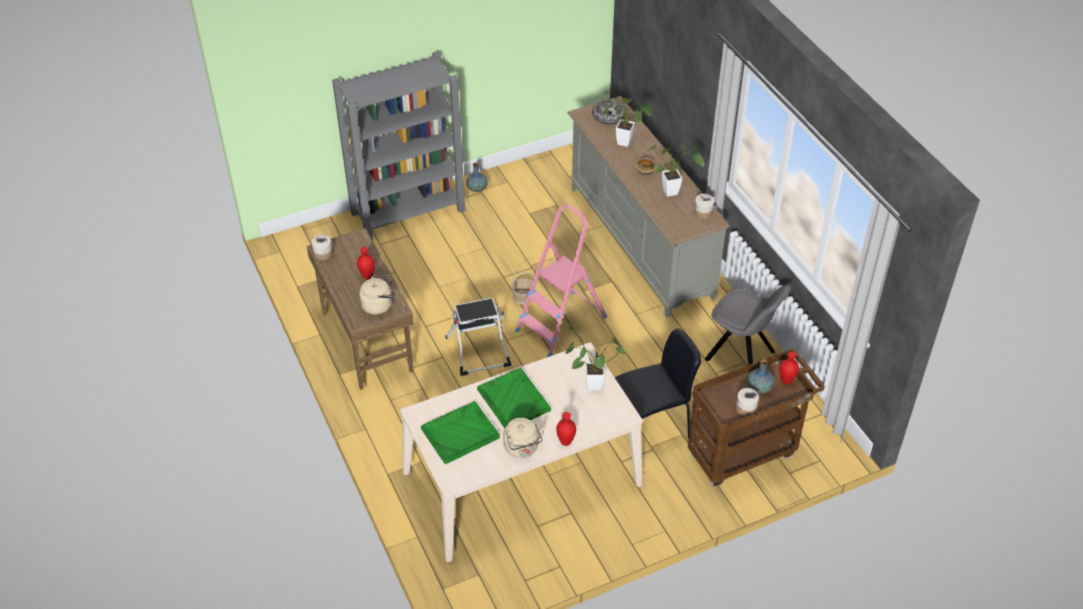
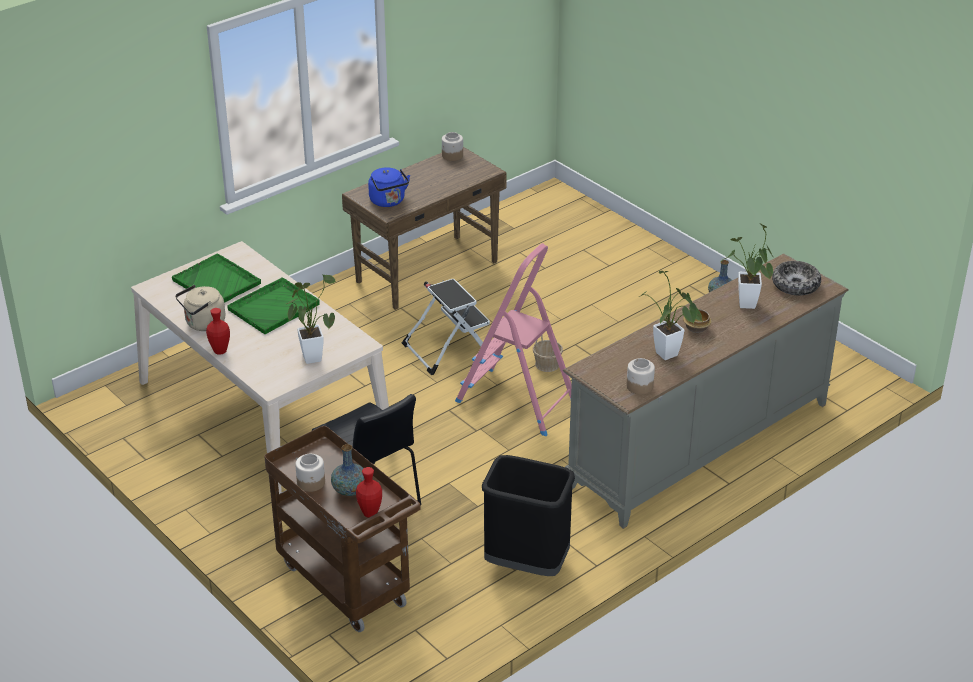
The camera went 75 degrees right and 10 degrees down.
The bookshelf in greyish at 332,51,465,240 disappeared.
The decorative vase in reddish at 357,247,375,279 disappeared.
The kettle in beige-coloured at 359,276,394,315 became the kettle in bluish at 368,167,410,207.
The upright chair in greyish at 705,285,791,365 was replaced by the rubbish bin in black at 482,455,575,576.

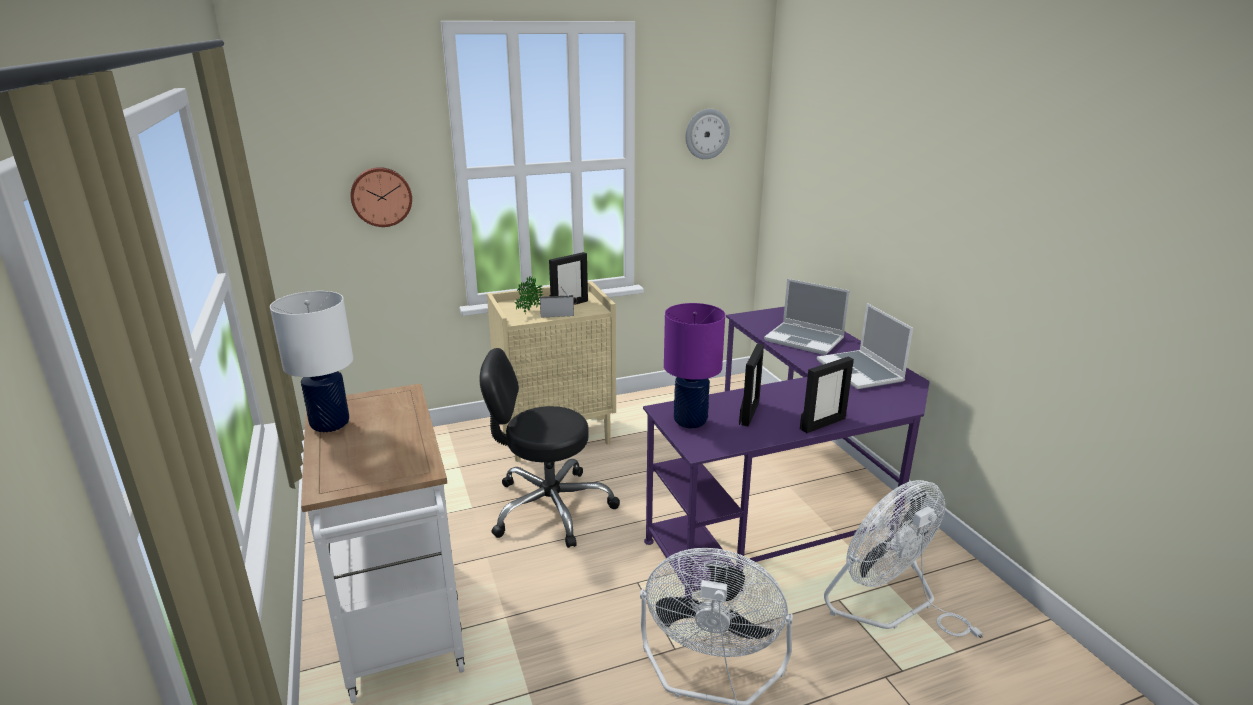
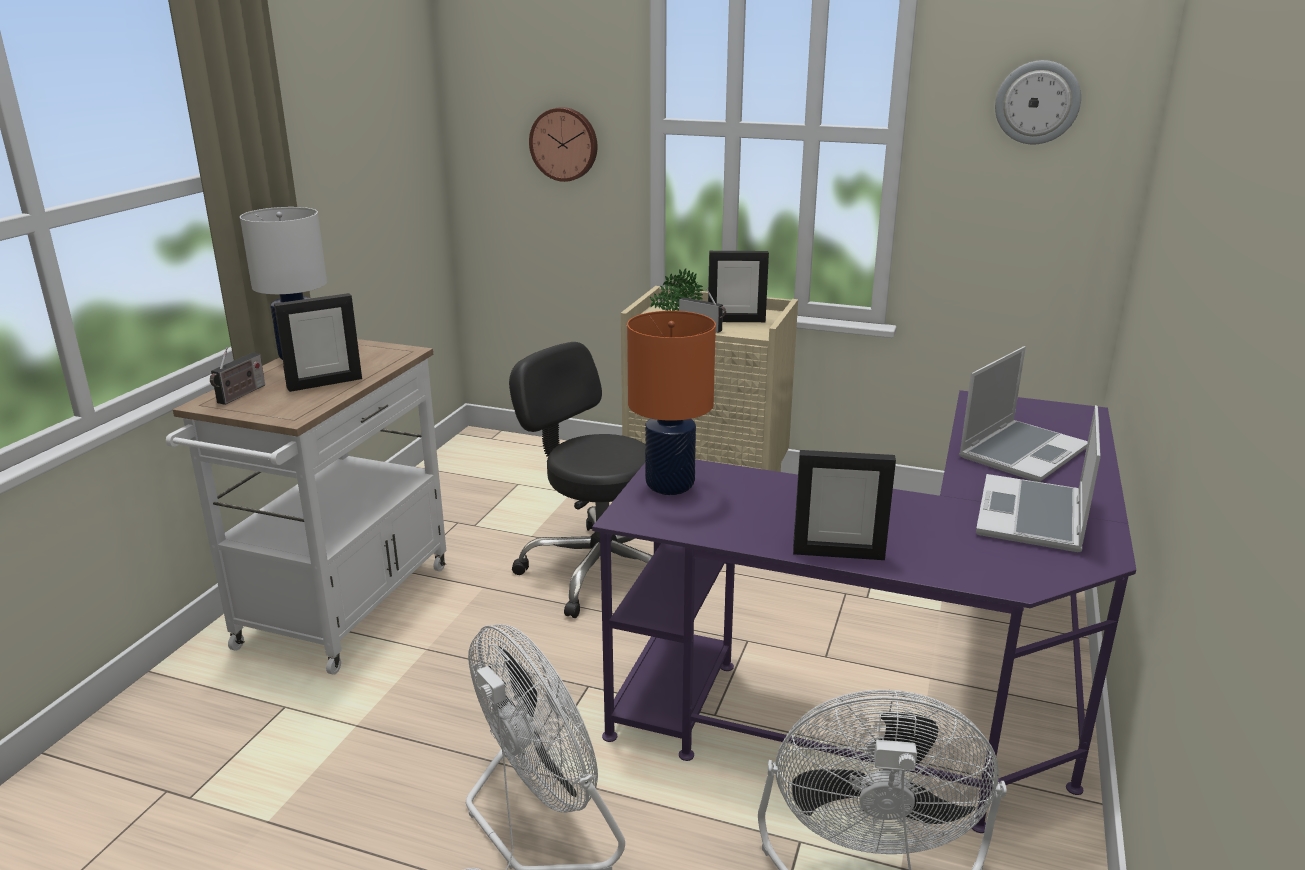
The camera went 40 degrees right and 0 degrees up.
The table lamp in purple-coloured at 664,303,725,428 became the table lamp in orange-coloured at 627,311,716,495.
The standing frame moved from 739,344,764,427 to 274,293,362,392.
The portable computer at 764,279,850,355 turned 120 degrees counterclockwise.
The radio at 210,347,265,405 appeared.

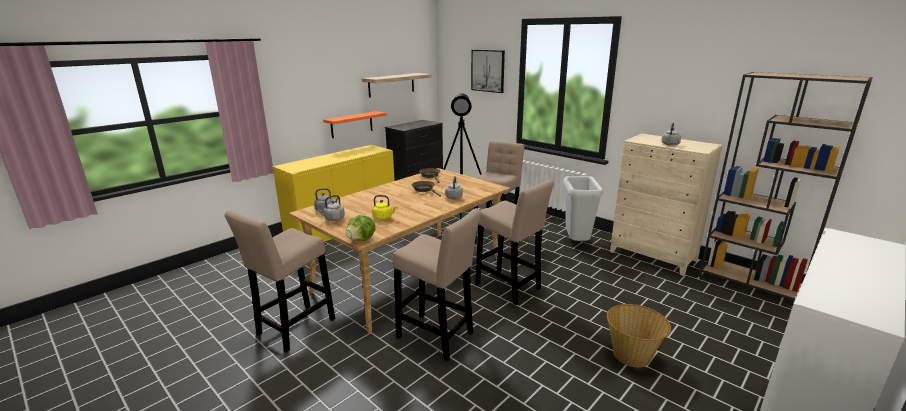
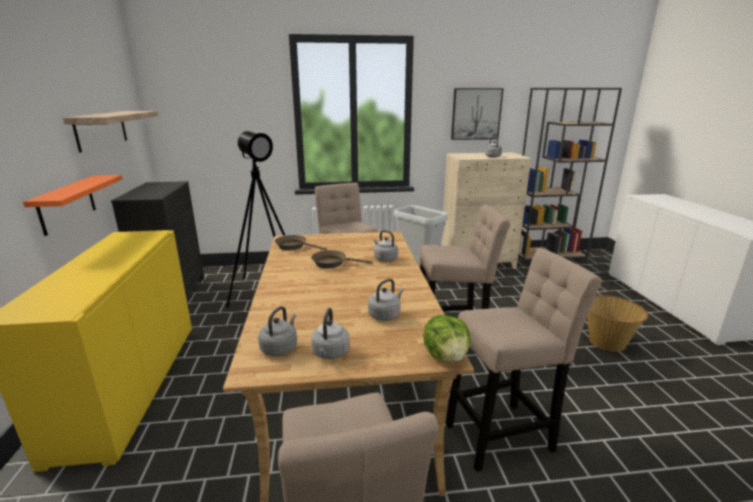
The camera went 50 degrees left and 0 degrees up.
The kettle in yellowish at 372,195,397,220 became the kettle in greyish at 368,279,404,321.
The picture moved from 471,50,505,93 to 451,88,504,140.

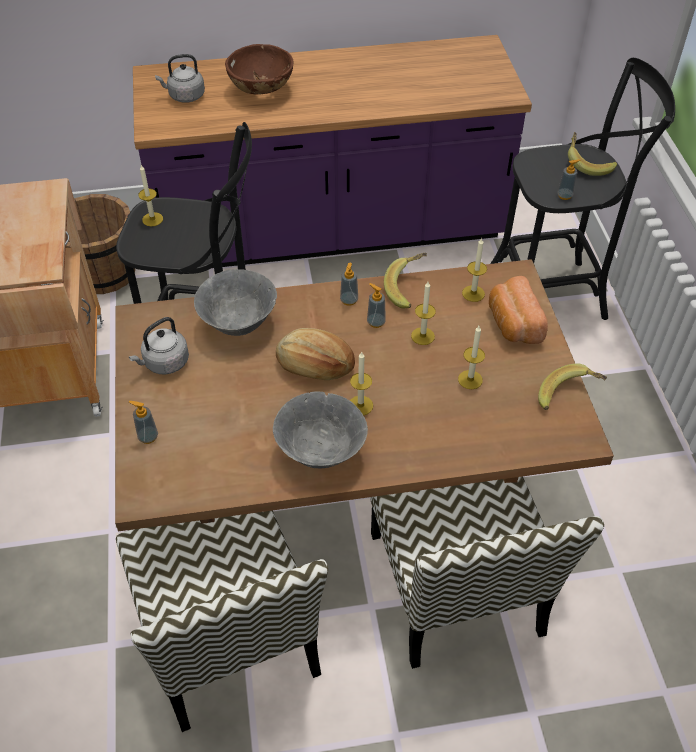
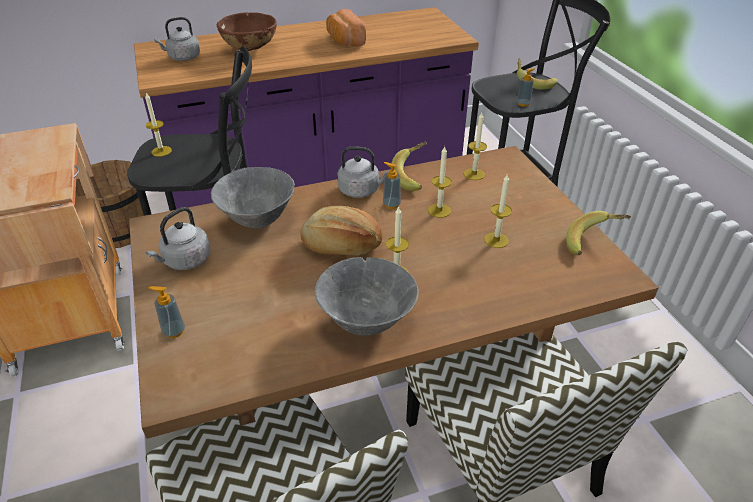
The camera went 10 degrees left and 10 degrees down.
The soap dispenser at 340,263,358,306 was replaced by the kettle in greyish at 338,146,391,198.
The bread moved from 489,276,548,344 to 326,9,366,47.

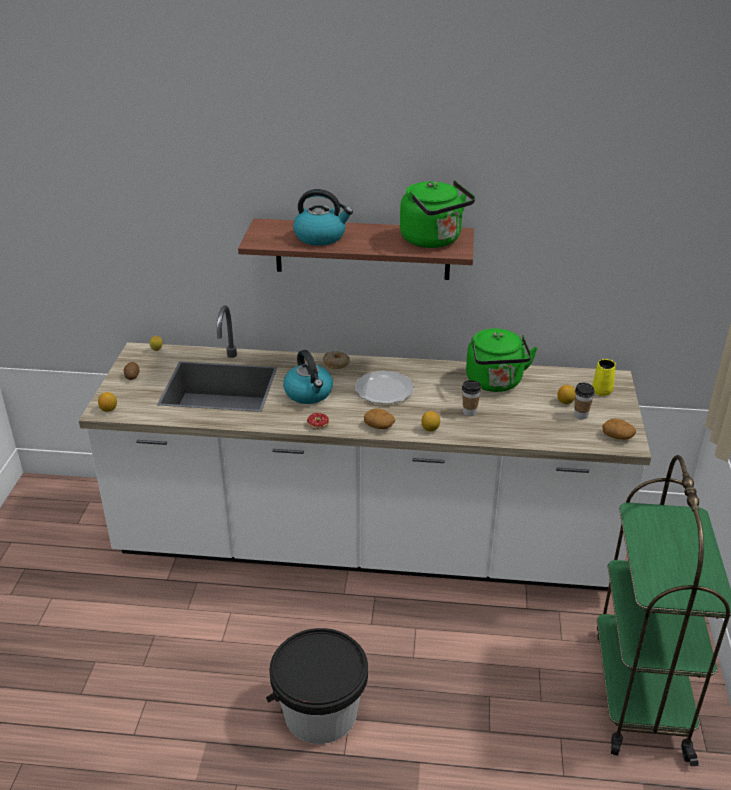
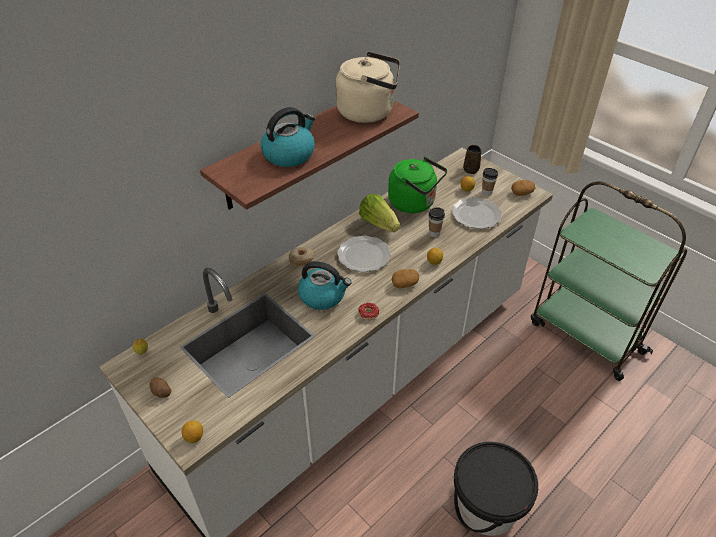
The camera went 50 degrees left and 10 degrees up.
The kettle in green at 400,180,475,248 became the kettle in beige-coloured at 335,51,400,123.
The coffee mug in yellowish at 592,359,616,396 became the coffee mug in brown-coloured at 463,145,481,174.
The lettuce head at 359,194,400,232 appeared.
The flat dish at 452,197,502,229 appeared.

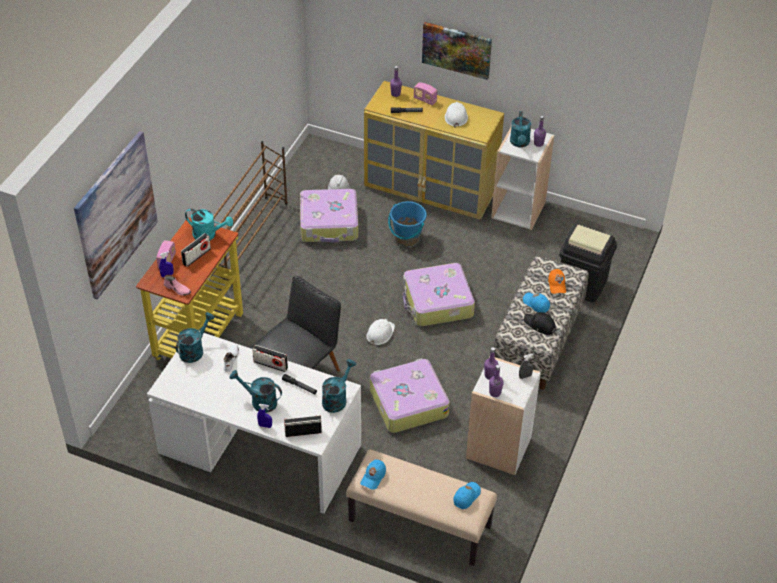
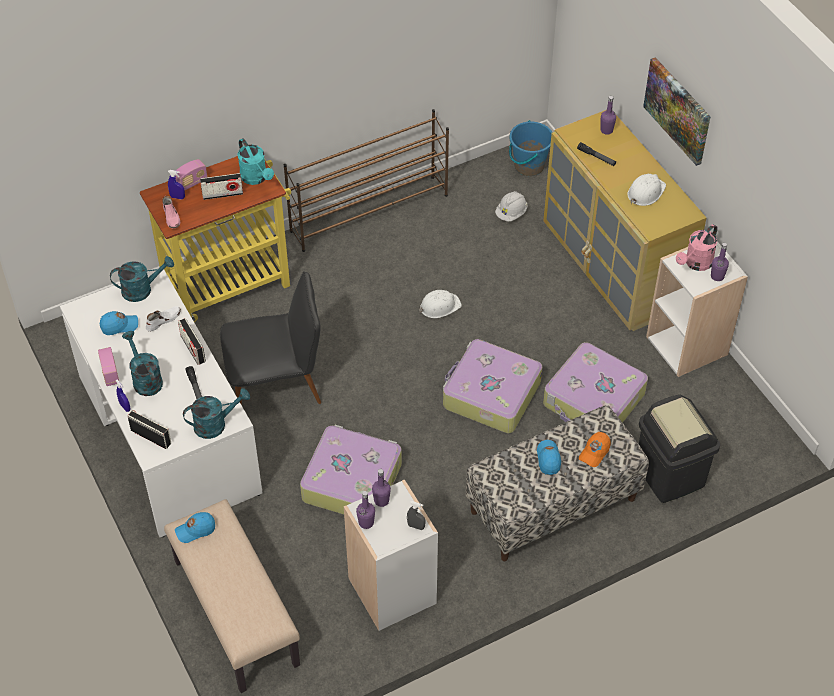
The camera went 40 degrees right and 5 degrees up.
The picture at 74,131,158,299 disappeared.
The suitcase moved from 300,189,358,243 to 543,342,648,423.
The hard hat in white-coloured moved from 366,319,395,345 to 419,290,462,318.
The bucket in bluish moved from 388,201,427,246 to 509,120,552,176.
The radio moved from 414,82,437,105 to 98,347,119,386.
The peaked cap in bluish moved from 453,482,481,509 to 100,311,138,335.
The sprinkling can in turquoise at 510,111,531,147 became the sprinkling can in pink at 676,224,717,271.
The peaked cap in black at 524,312,556,335 disappeared.

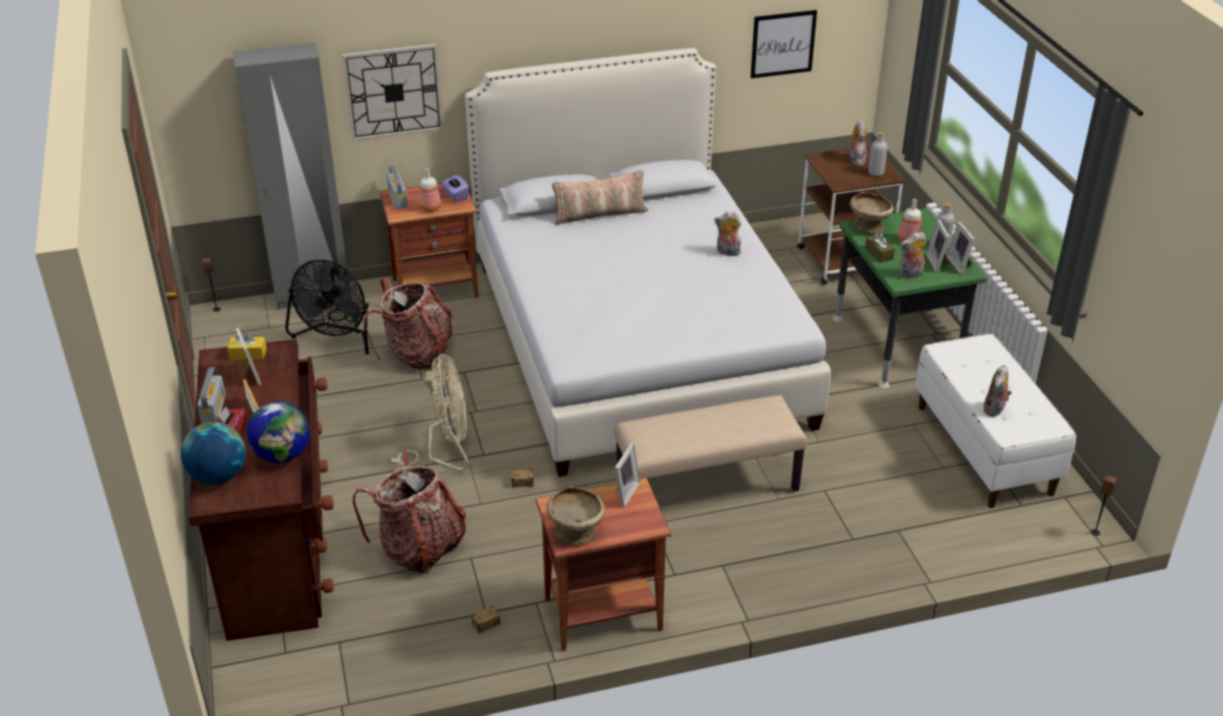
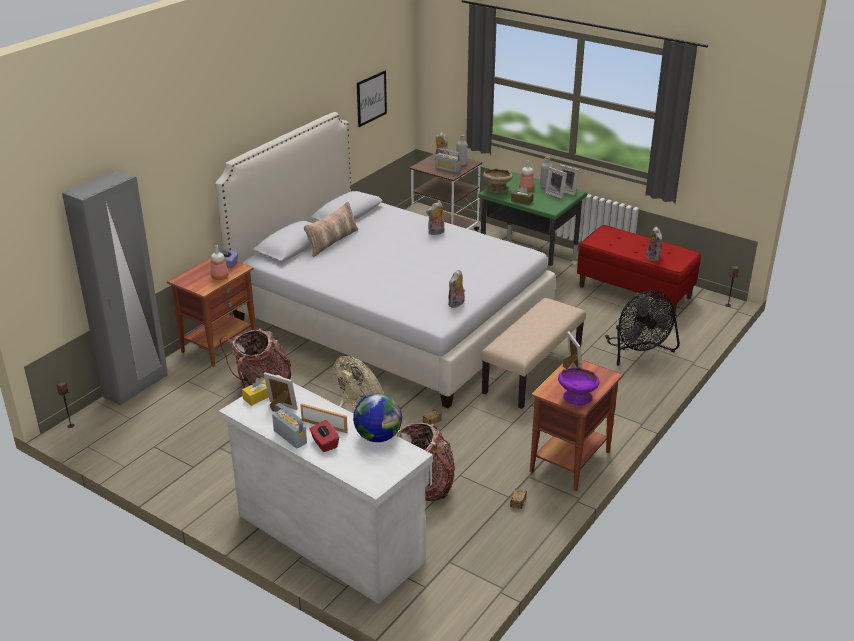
The camera went 40 degrees left and 5 degrees down.
The globe at 181,422,246,484 disappeared.
The dresser in brown-coloured at 189,339,334,641 became the dresser in white-coloured at 219,375,433,604.
The fan in black moved from 285,259,369,354 to 605,291,680,365.
The wall clock at 342,44,444,141 disappeared.
The radio moved from 387,166,407,209 to 435,148,460,173.
The deep dish in beige-coloured at 547,486,605,545 became the deep dish in purple-coloured at 558,367,600,405.
The soft toy moved from 899,232,926,279 to 448,269,465,308.
The long seat in white-coloured at 915,334,1076,508 became the long seat in reddish at 577,225,701,317.

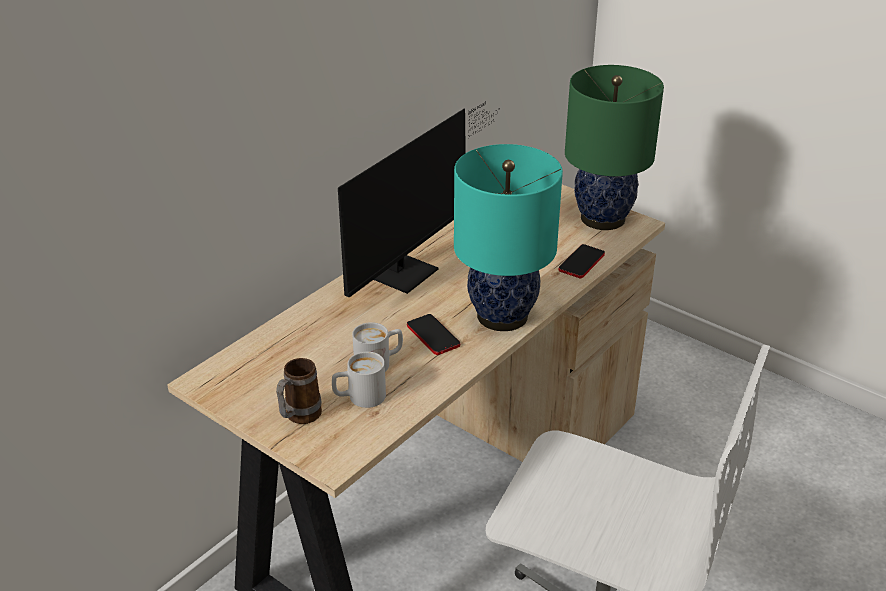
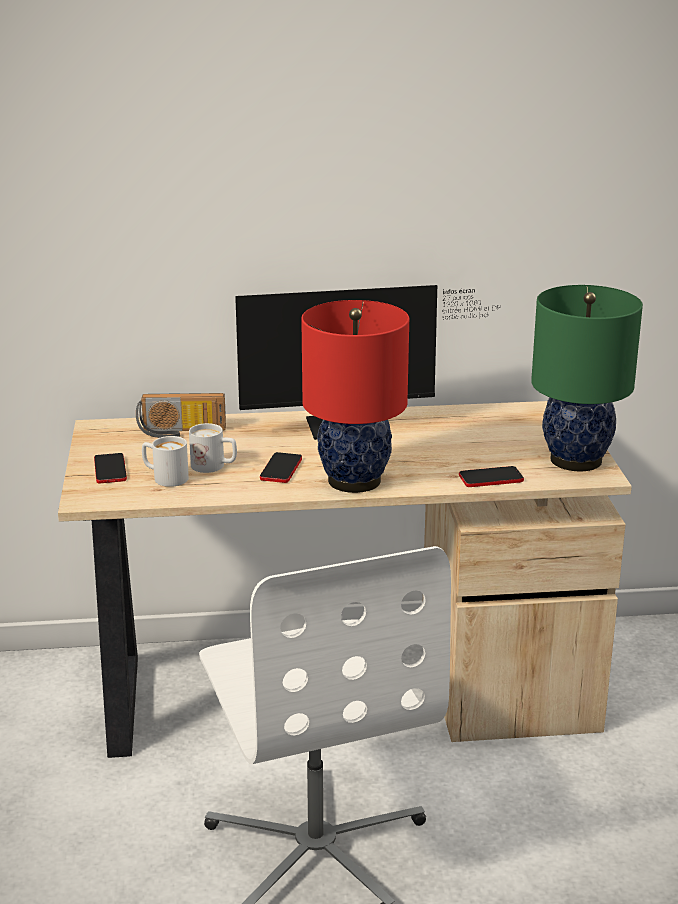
The camera went 45 degrees right and 10 degrees down.
The coffee mug at 276,358,322,424 was replaced by the phone at 94,453,127,484.
The table lamp in turquoise at 454,144,563,331 became the table lamp in reddish at 301,300,409,493.
The radio at 136,393,226,438 appeared.

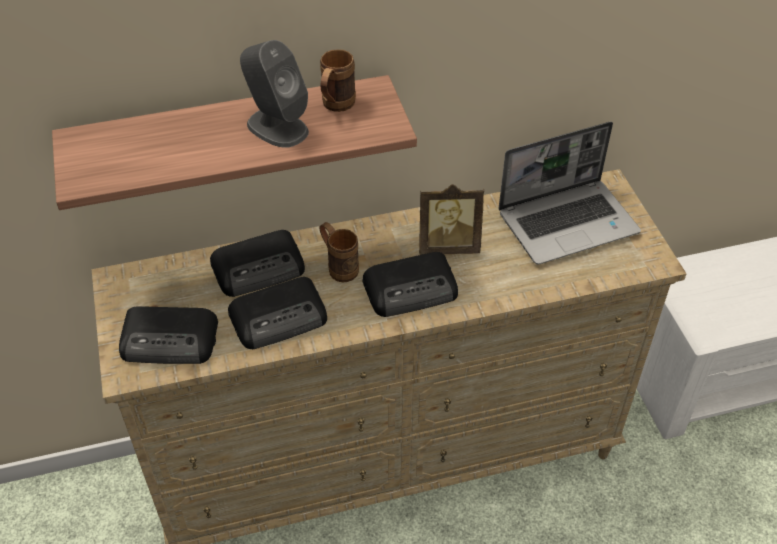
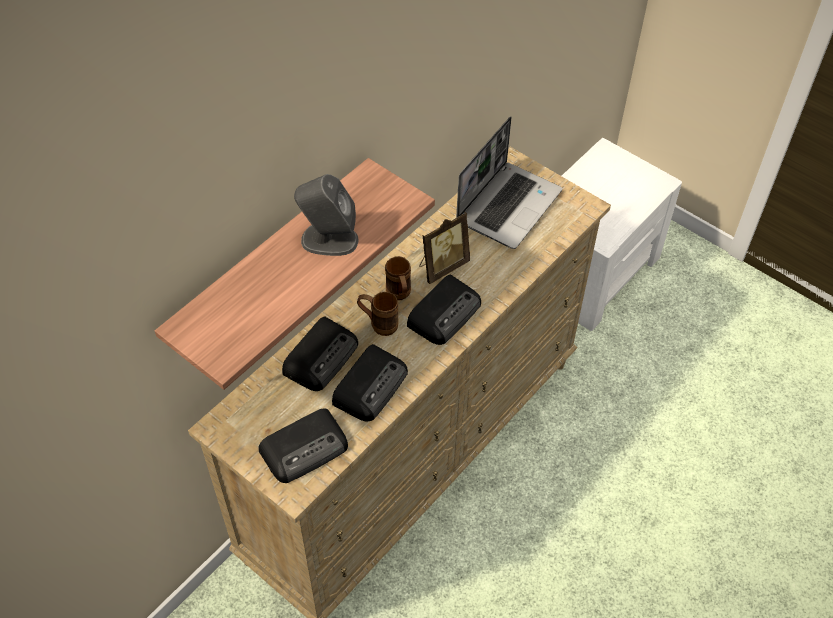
The camera went 35 degrees left and 5 degrees up.
The coffee mug in brown-coloured moved from 320,49,356,112 to 385,256,411,300.

